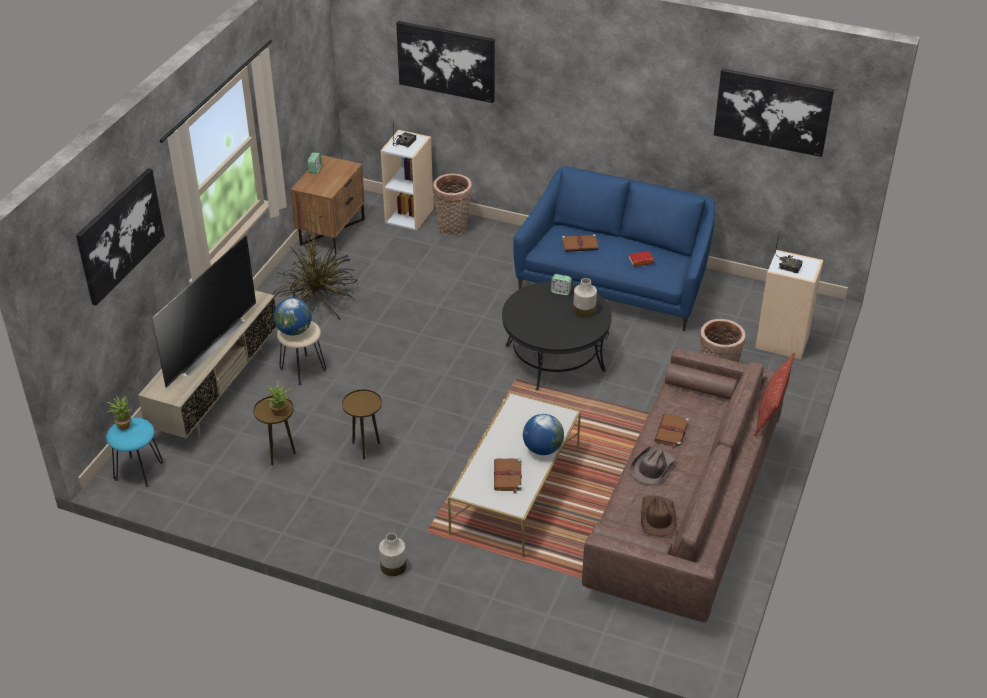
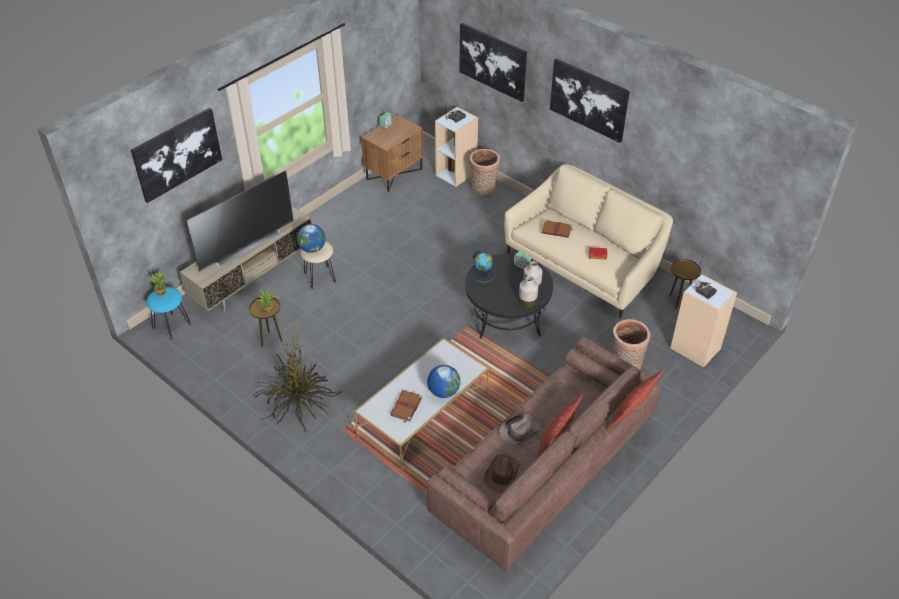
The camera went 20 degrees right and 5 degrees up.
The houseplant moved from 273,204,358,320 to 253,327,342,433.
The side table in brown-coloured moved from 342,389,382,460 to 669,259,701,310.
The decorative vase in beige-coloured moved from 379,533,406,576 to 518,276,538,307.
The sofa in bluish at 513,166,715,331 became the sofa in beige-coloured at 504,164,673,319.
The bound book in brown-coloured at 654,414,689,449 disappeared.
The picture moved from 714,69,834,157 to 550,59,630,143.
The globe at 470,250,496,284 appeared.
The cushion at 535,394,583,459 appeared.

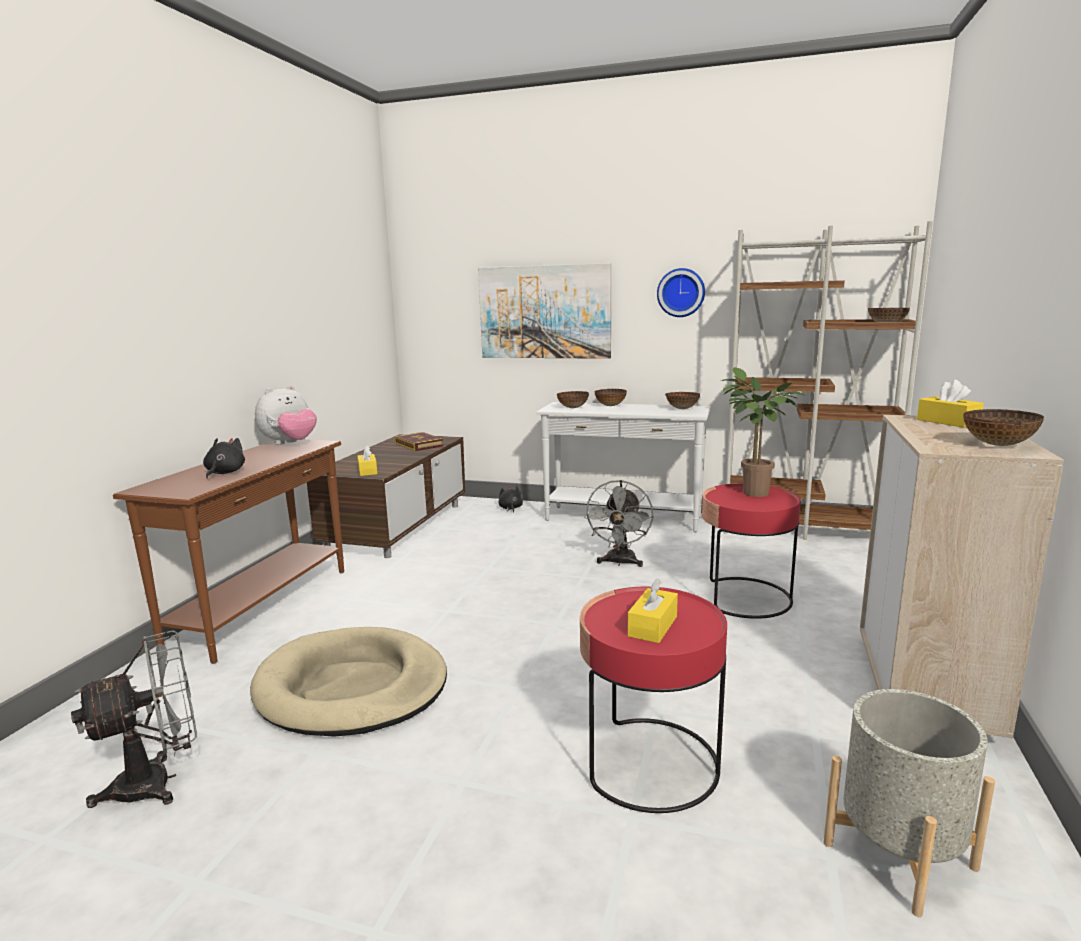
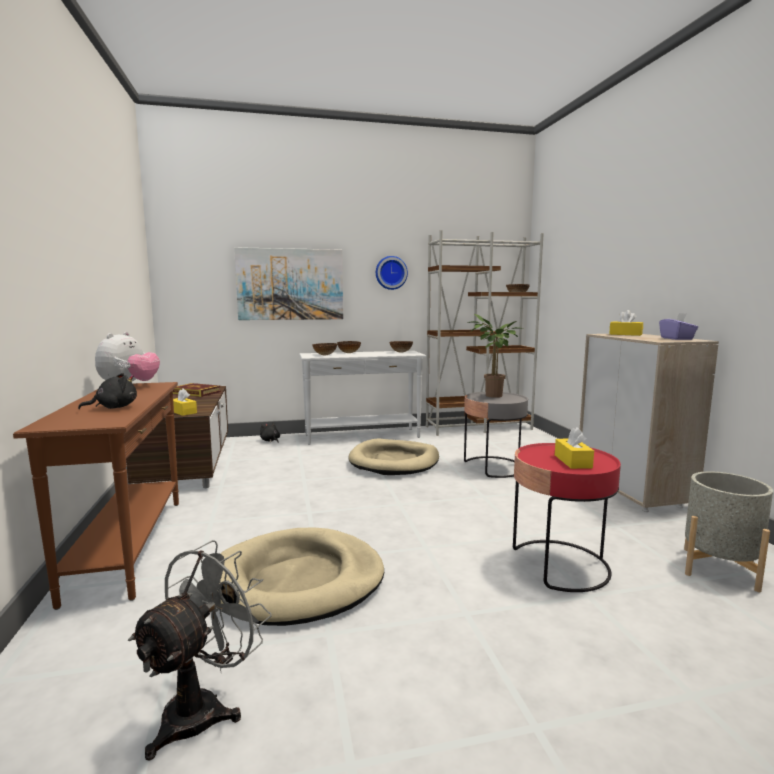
The camera went 30 degrees left and 5 degrees down.
The soft toy in black at 203,438,245,478 turned 75 degrees clockwise.
The fan in greyish at 584,480,653,567 was replaced by the dog bed in beige-coloured at 349,439,439,475.
The side table in reddish at 702,483,801,619 became the side table in greyish at 464,392,528,478.
The deep dish at 963,409,1044,446 was replaced by the tissue holder in purple-coloured at 659,313,698,340.

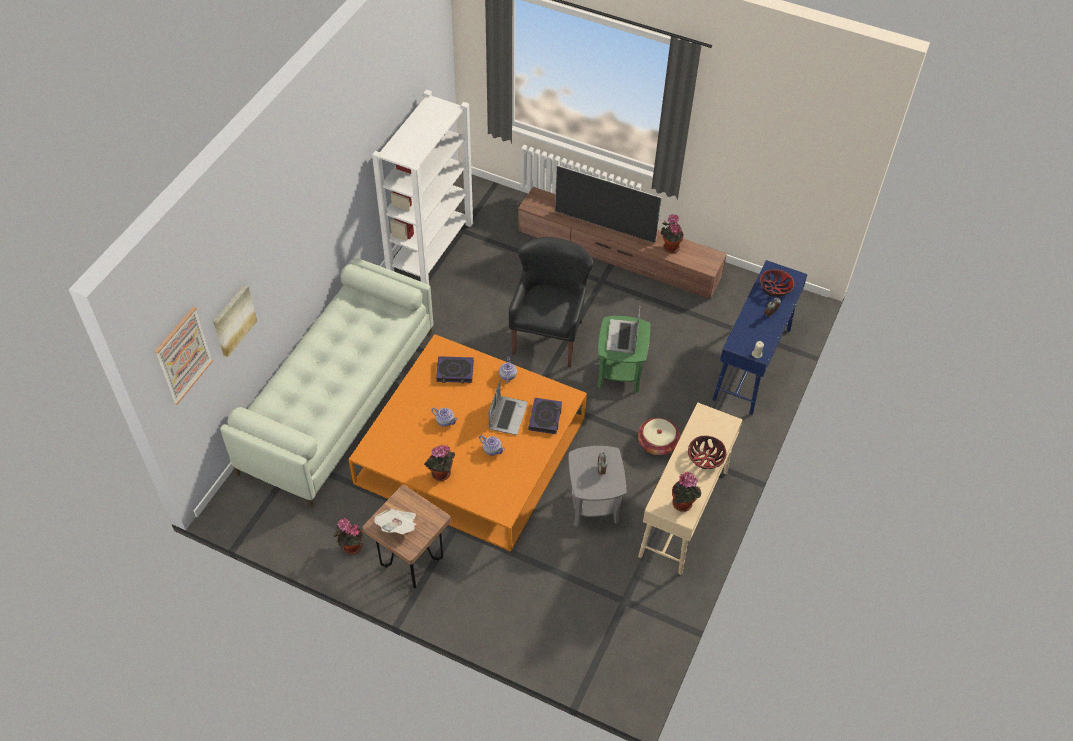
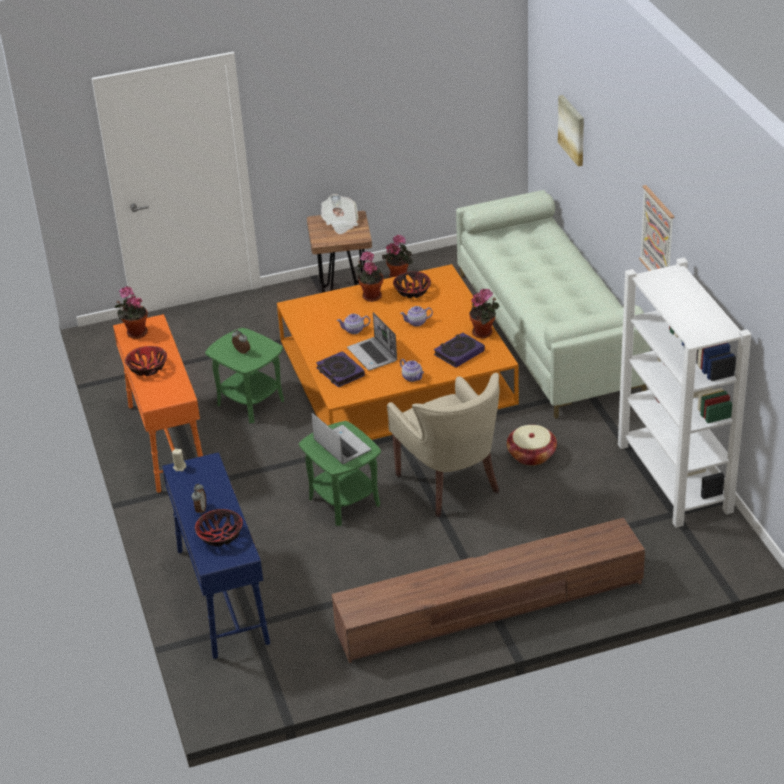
The camera went 140 degrees right and 15 degrees down.
The picture moved from 154,307,213,405 to 639,185,675,271.
The lounge chair in black at 509,237,593,367 became the lounge chair in beige-coloured at 387,373,500,517.
The TV at 555,165,662,243 disappeared.
The side table in greyish at 569,446,626,527 became the side table in green at 205,328,284,423.
The narrow table in beige-coloured at 638,402,743,575 became the narrow table in orange-coloured at 113,314,203,493.
The household basket moved from 638,418,680,455 to 507,425,557,466.
The houseplant moved from 661,214,684,253 to 469,288,500,338.
The deep dish at 393,271,431,298 appeared.

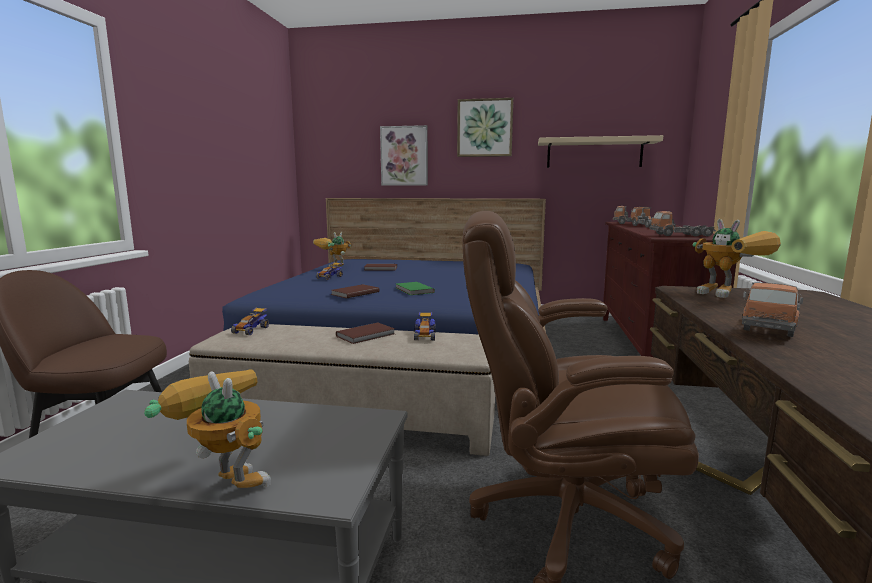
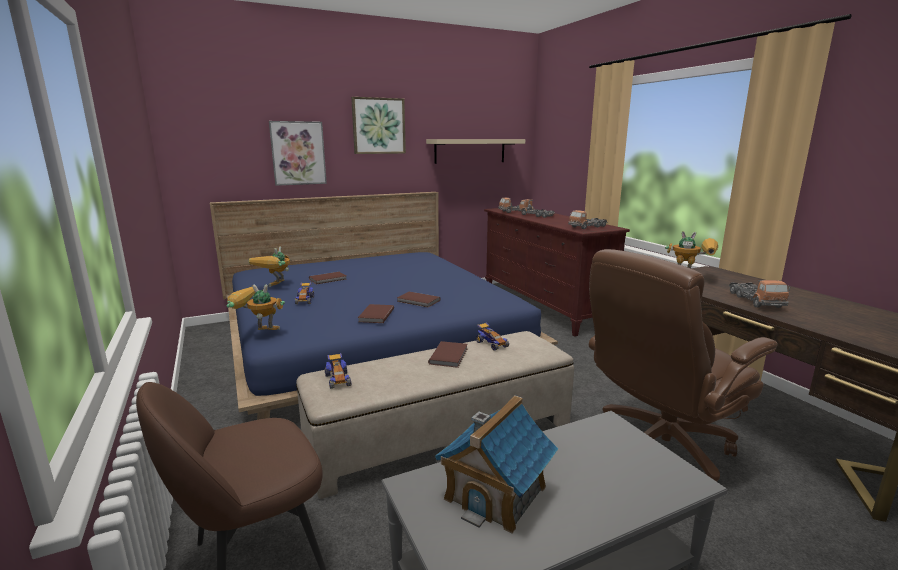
The camera went 35 degrees left and 5 degrees up.
The model robot moved from 144,369,271,488 to 226,284,285,330.
The bound book in green at 396,282,435,295 became the bound book in brown-coloured at 397,292,440,307.
The miniature house at 435,395,559,533 appeared.

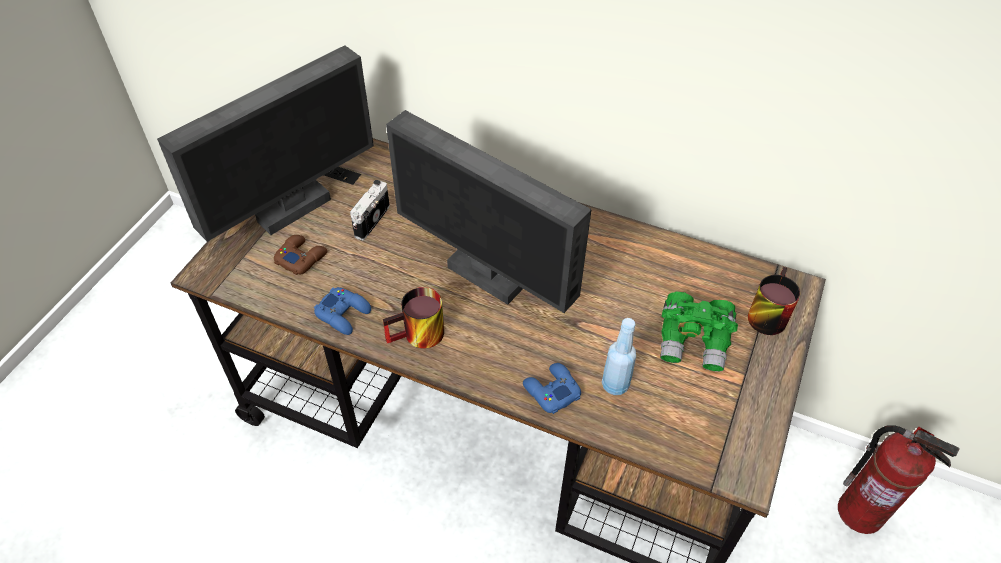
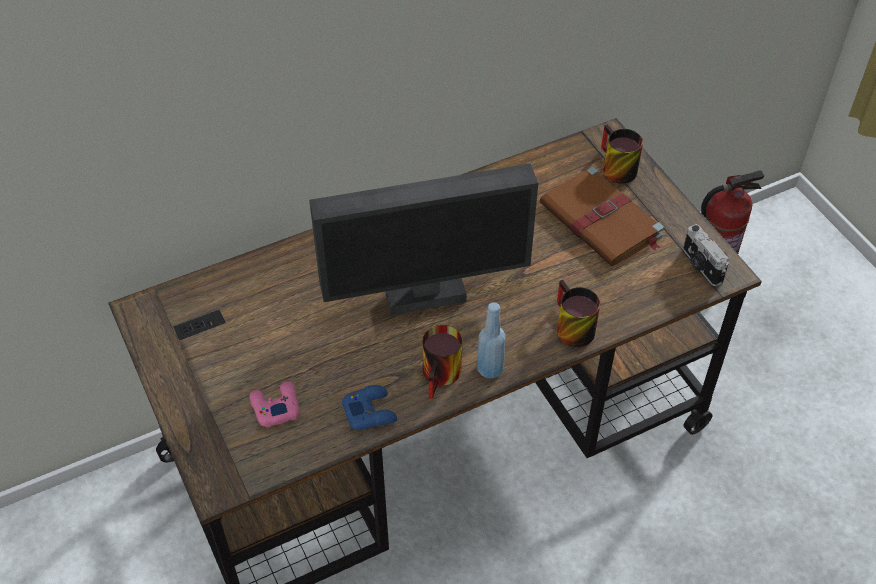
The camera went 50 degrees left and 0 degrees up.
The computer display at 157,45,374,242 disappeared.
The joypad in brown-coloured at 274,235,328,275 became the joypad in pink at 249,382,300,428.
The photo camera moved from 350,180,390,240 to 683,224,729,286.
The joypad in bluish at 523,363,581,414 was replaced by the coffee mug at 557,280,600,347.
The drink bottle in bluish moved from 602,318,636,395 to 477,302,505,378.
The field glasses in green at 660,291,738,371 was replaced by the bound book in brown-coloured at 540,167,664,266.

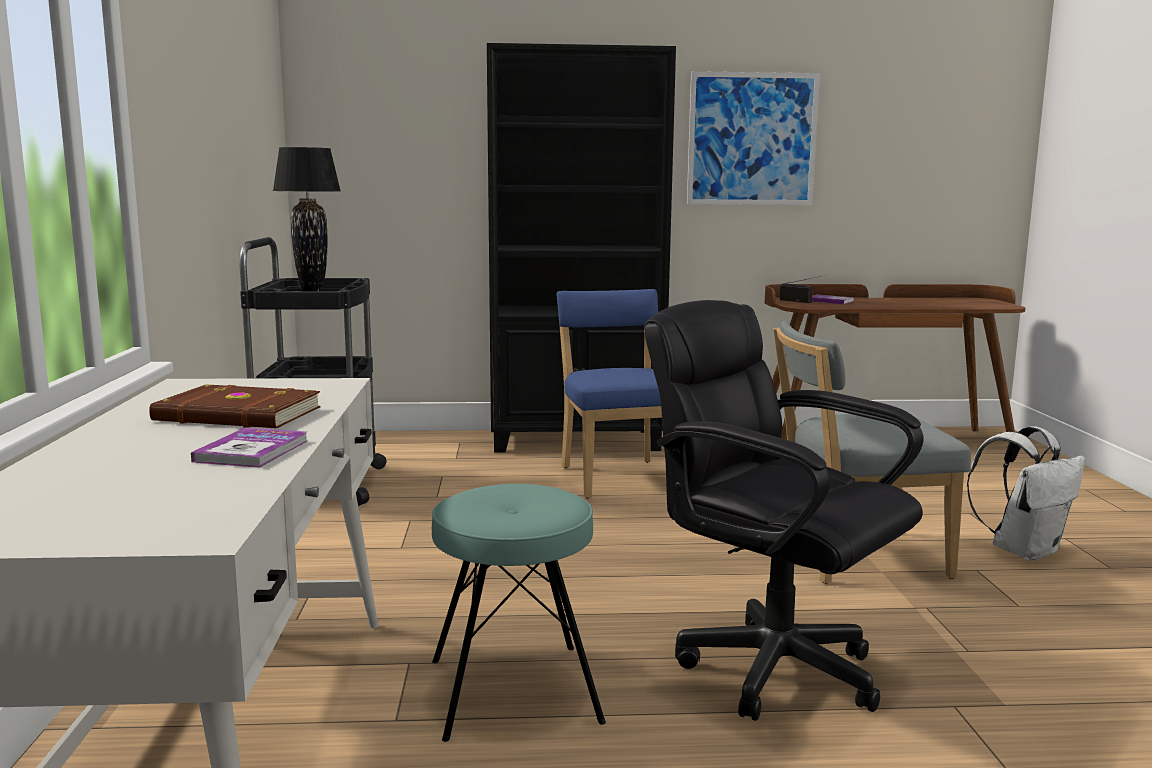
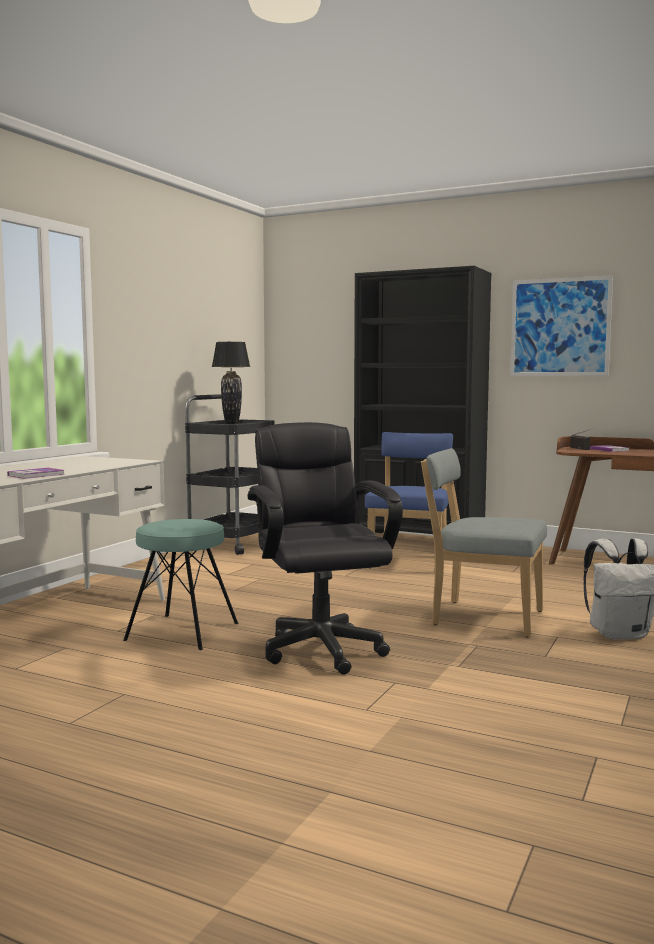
The camera went 30 degrees right and 5 degrees down.
The bound book in brown-coloured at 149,384,321,428 disappeared.

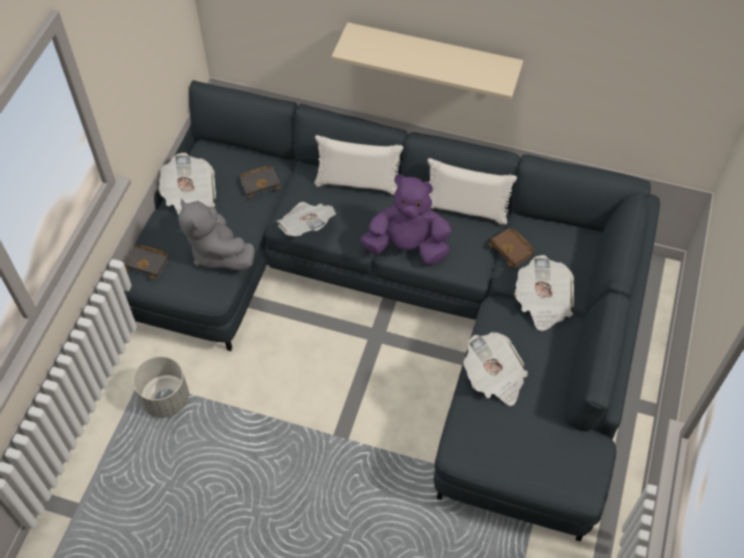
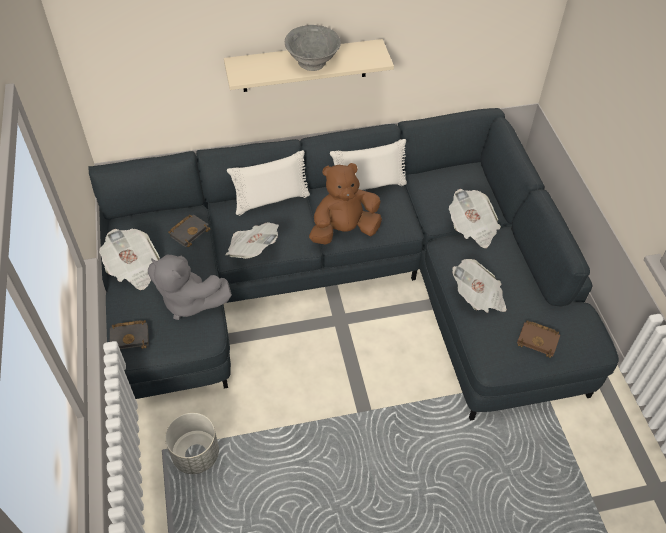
The camera went 30 degrees left and 5 degrees down.
The soft toy in purple-coloured at 360,175,452,265 became the soft toy in brown-coloured at 309,163,382,245.
The bound book in brown-coloured moved from 488,228,535,267 to 517,320,560,358.
The deep dish in greyish at 285,25,341,71 appeared.

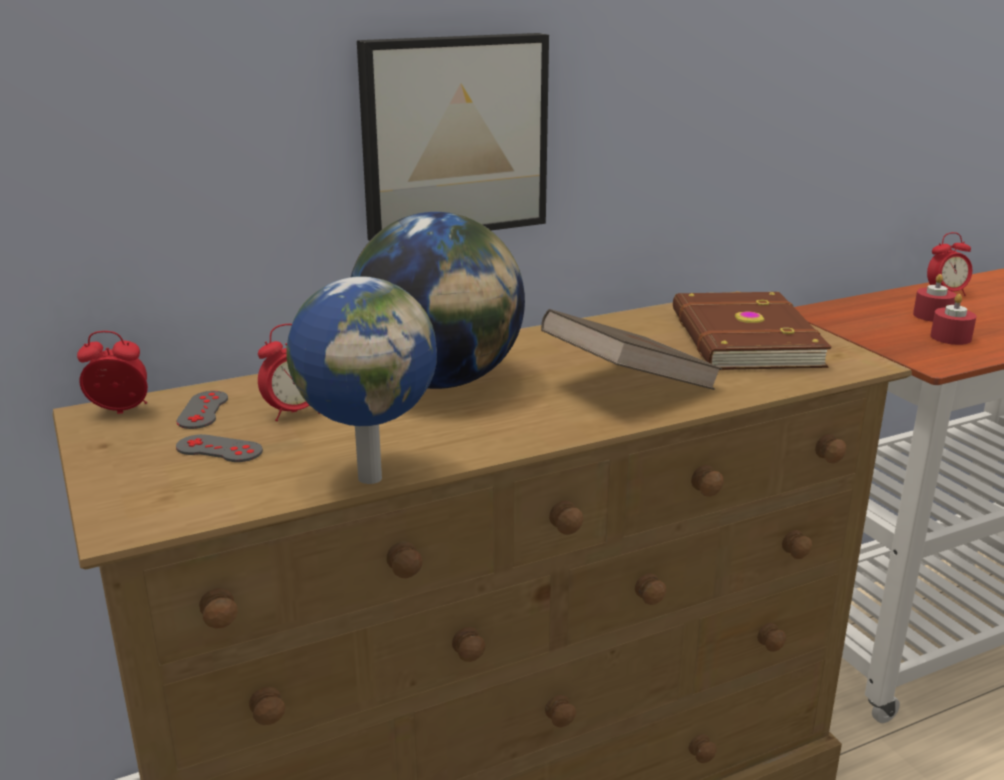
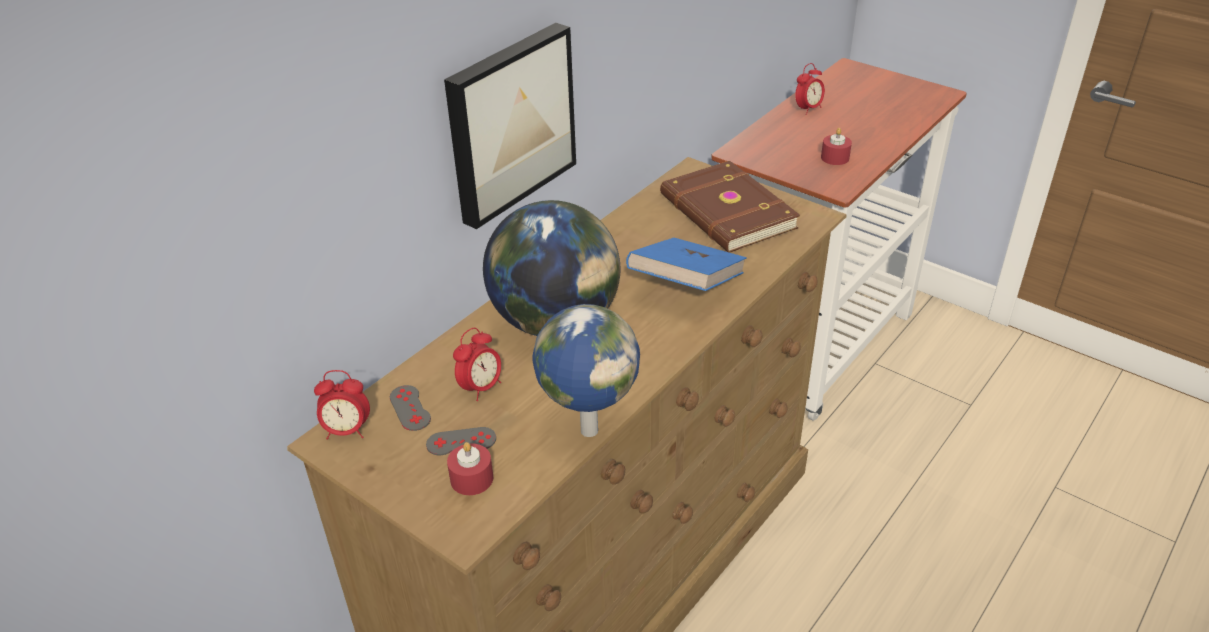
The camera went 25 degrees left and 15 degrees up.
The alarm clock at 77,331,148,414 turned 150 degrees counterclockwise.
The bound book in brown-coloured at 541,309,722,390 became the bound book in bluish at 626,238,747,291.
The wax candle in reddish moved from 913,274,956,322 to 447,442,493,495.

